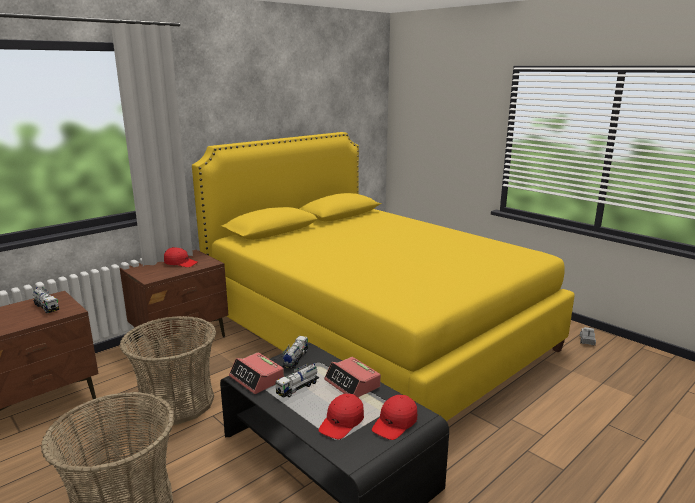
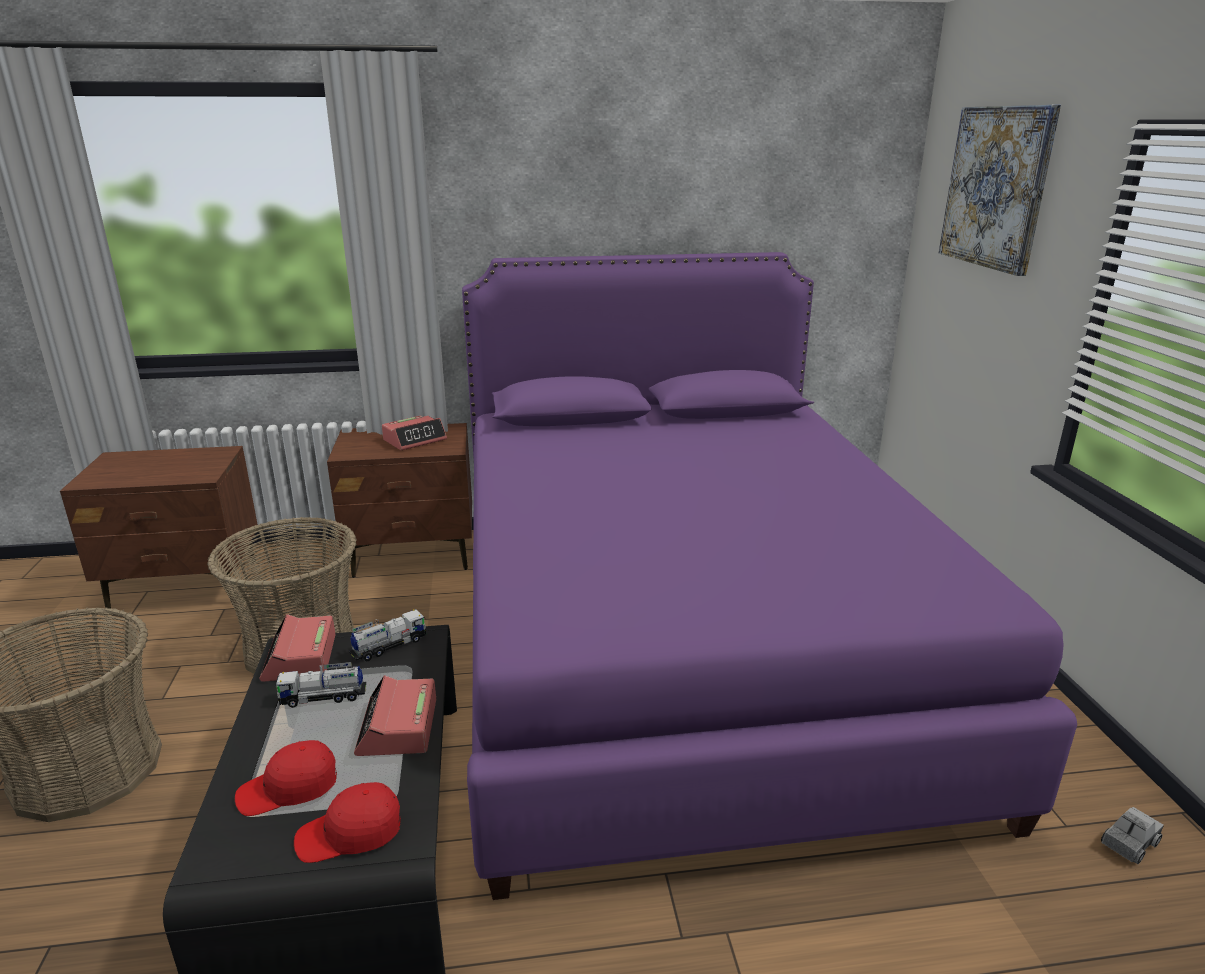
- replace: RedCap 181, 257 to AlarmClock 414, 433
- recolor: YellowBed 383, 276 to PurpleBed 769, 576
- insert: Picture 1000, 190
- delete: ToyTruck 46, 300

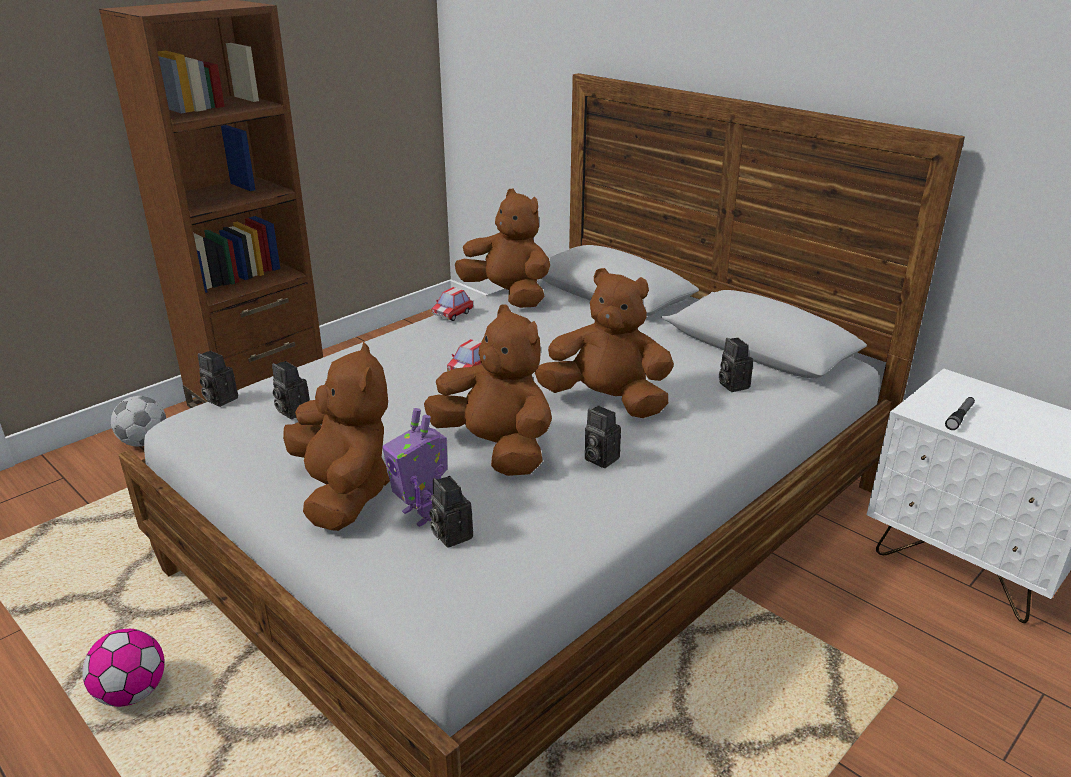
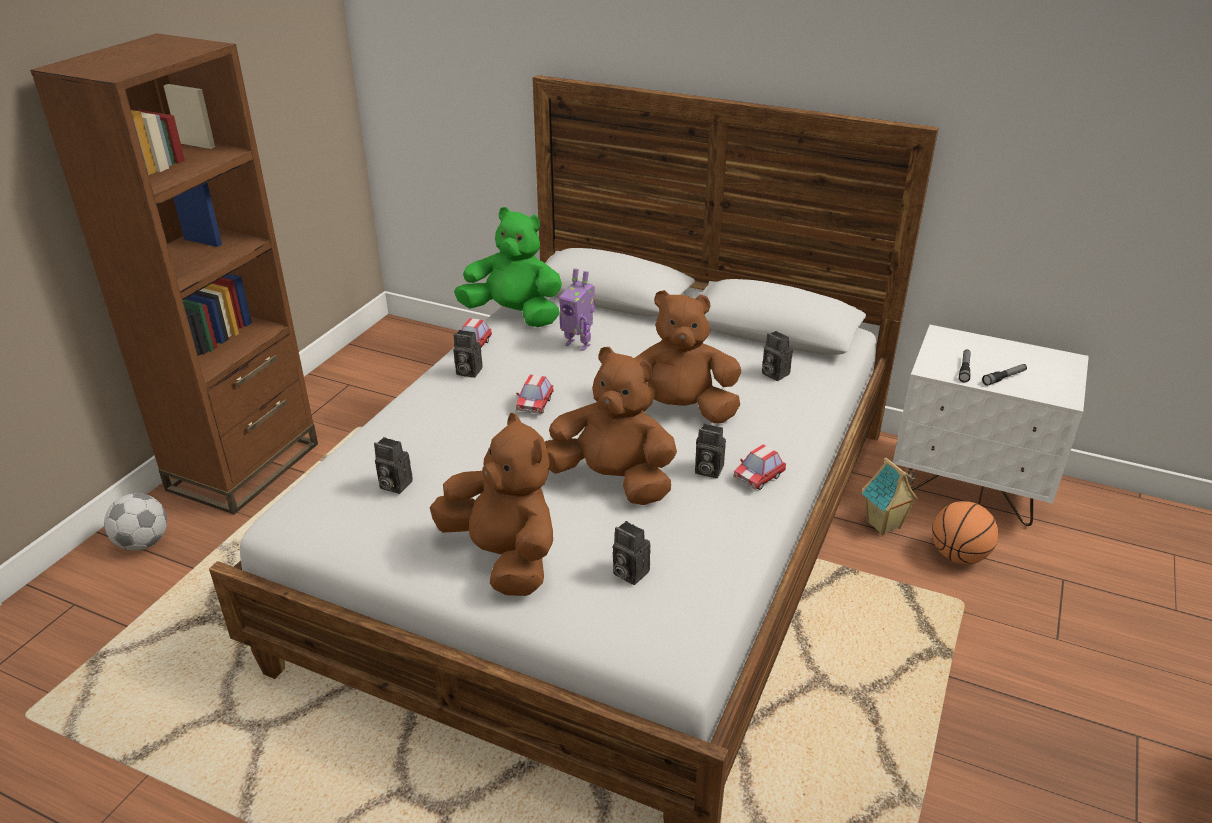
- recolor: BrownPlushToy 502, 248 to GreenPlushToy 508, 267
- move: PhotoCamera 218, 379 to 468, 354
- move: ToyRobot 415, 467 to 577, 309
- insert: ToyCar 759, 467
- insert: ToyHouse 890, 496
- insert: Basketball 965, 532
- insert: Flashlight 1004, 375
- delete: Football 123, 668

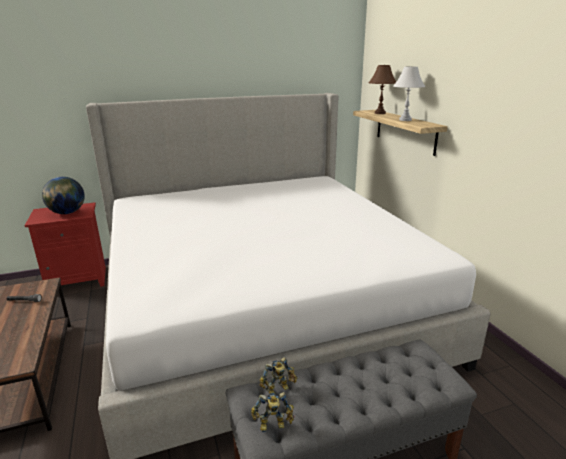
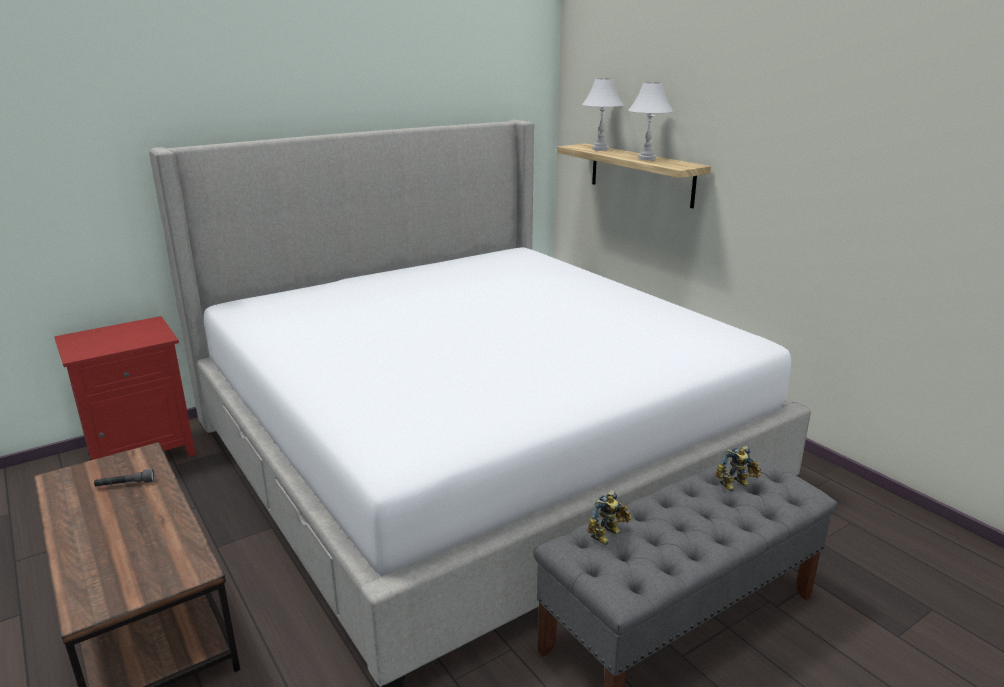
- recolor: BrownTableLamp 382, 89 to WhiteTableLamp 602, 114
- move: ToyRobot 272, 412 to 738, 468
- delete: Globe 63, 195

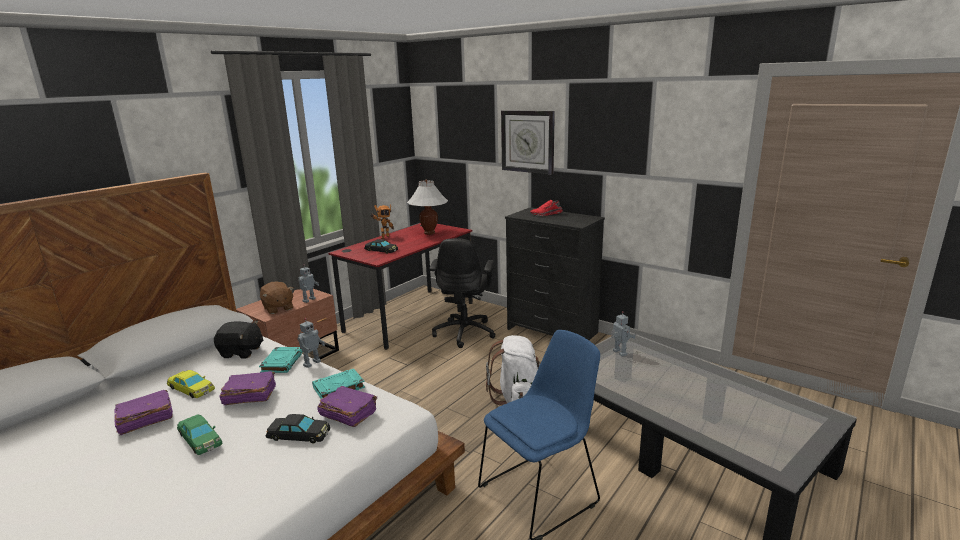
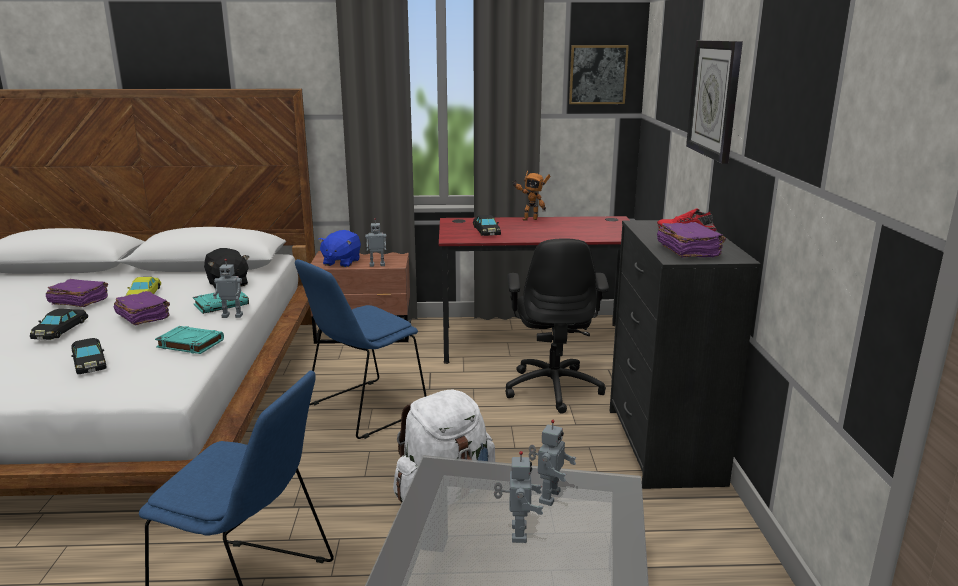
- recolor: GreenToyCar 199, 434 to BlackToyCar 59, 324
- insert: BlueChair 361, 349
- recolor: BrownPlushToy 276, 298 to BluePlushToy 339, 248
- insert: ToyRobot 518, 497
- rotate: BlackOfficeChair 462, 293 = 557, 326 60 degrees counterclockwise
- insert: Picture 599, 74
- move: PurpleBook 347, 406 to 691, 240
- delete: WhiteTableLamp 427, 207

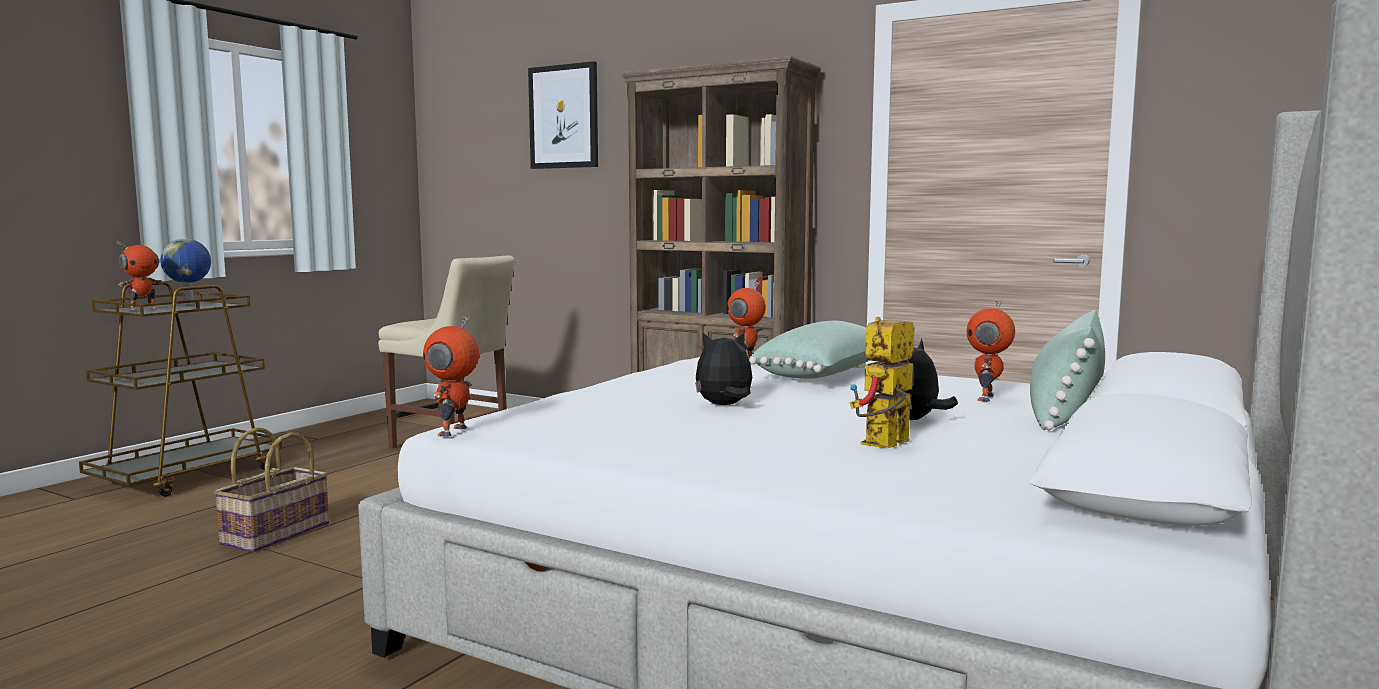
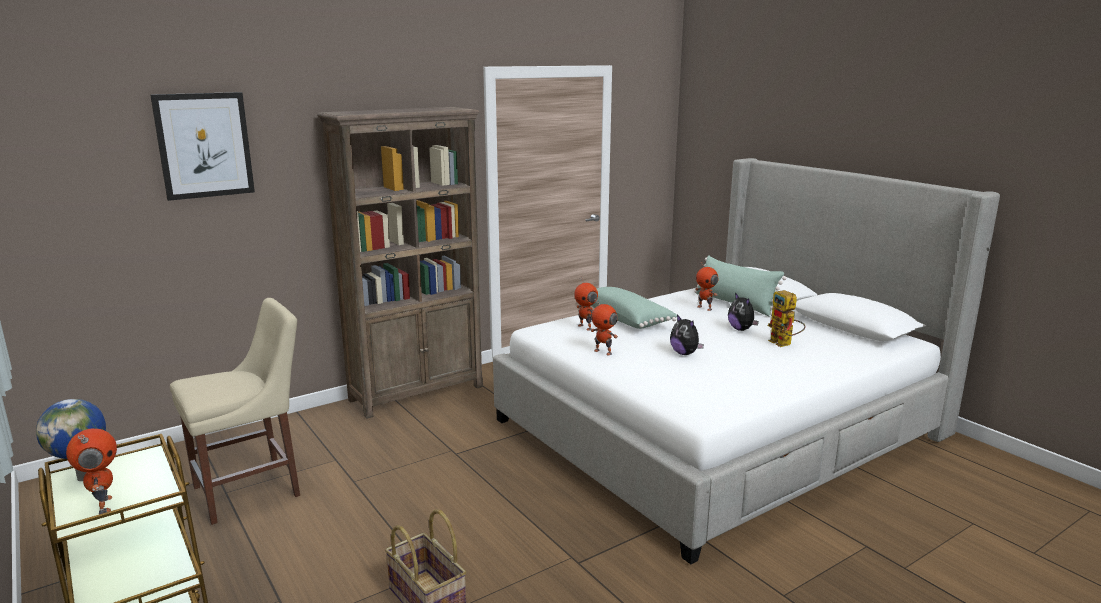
- move: ToyRobot 451, 376 to 604, 326
- rotate: PlushToy 723, 368 = 687, 334 45 degrees counterclockwise

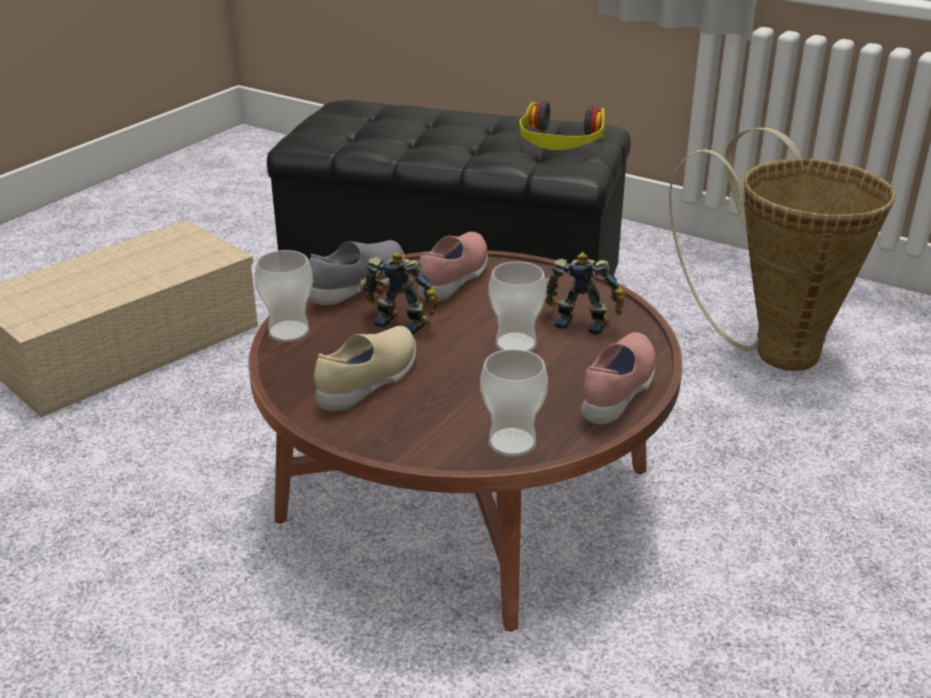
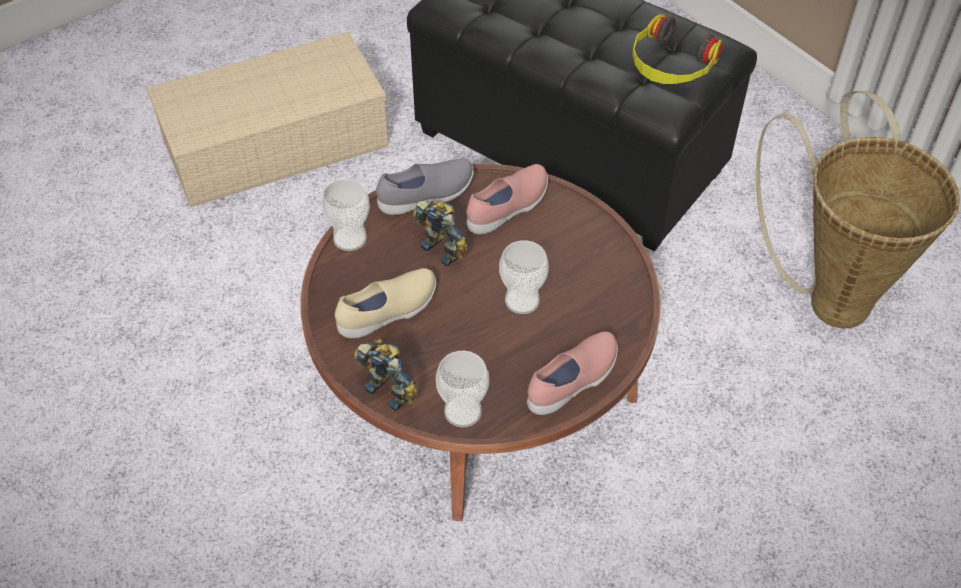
- move: ToyRobot 585, 293 to 385, 375

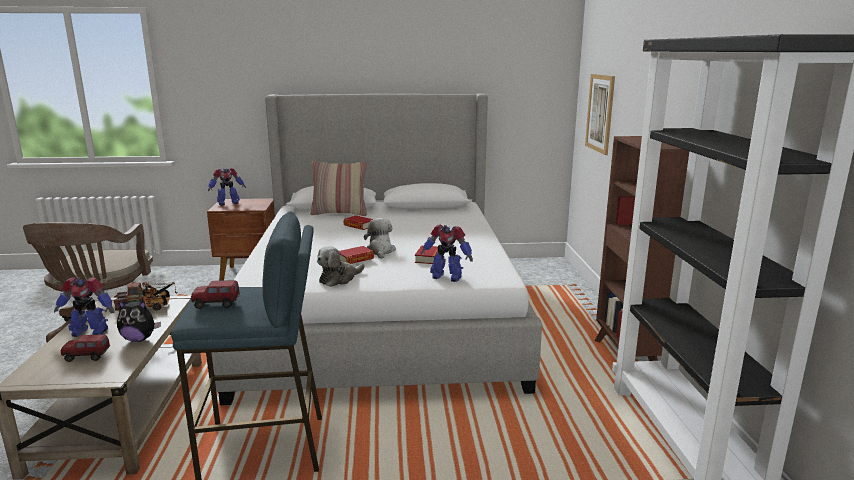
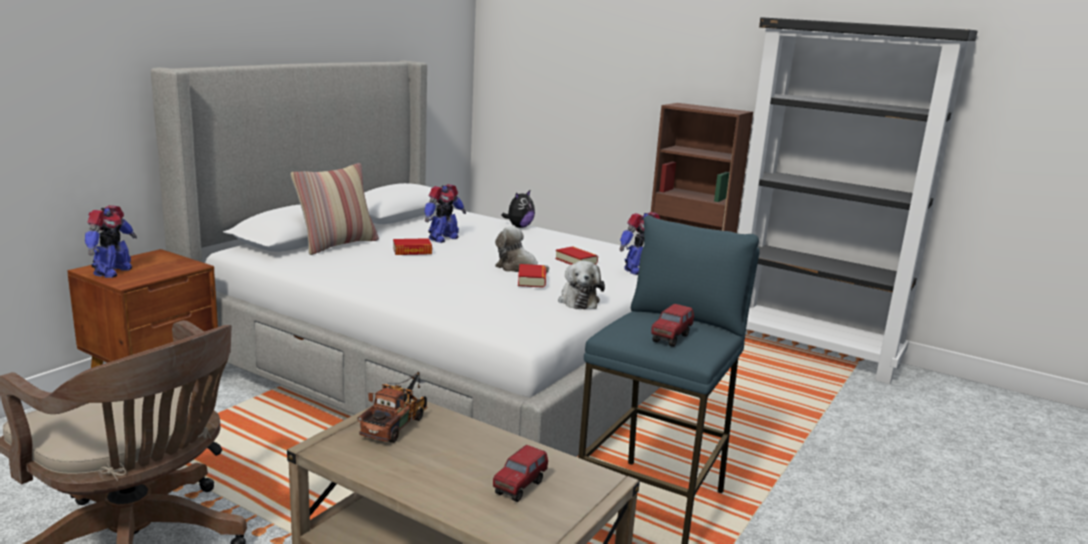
- move: ToyRobot 84, 307 to 445, 213
- move: PlushToy 139, 321 to 518, 208
- delete: Picture 600, 114

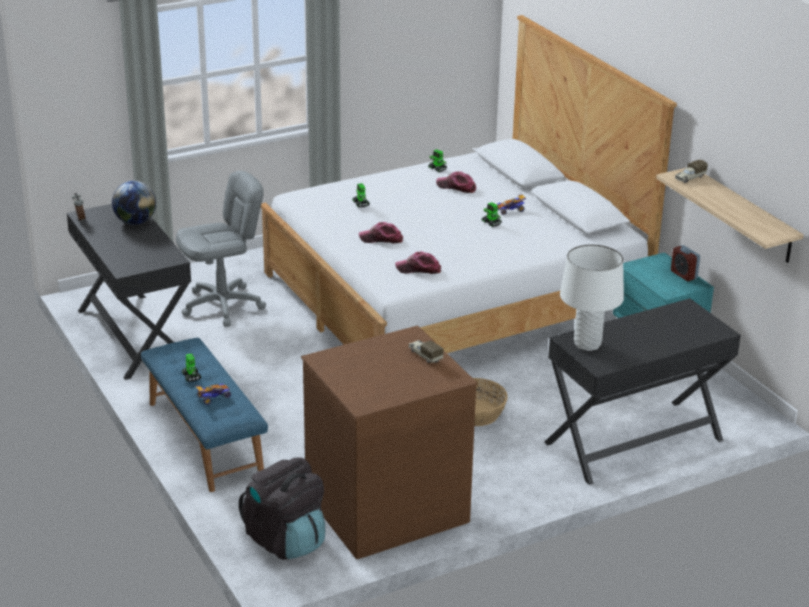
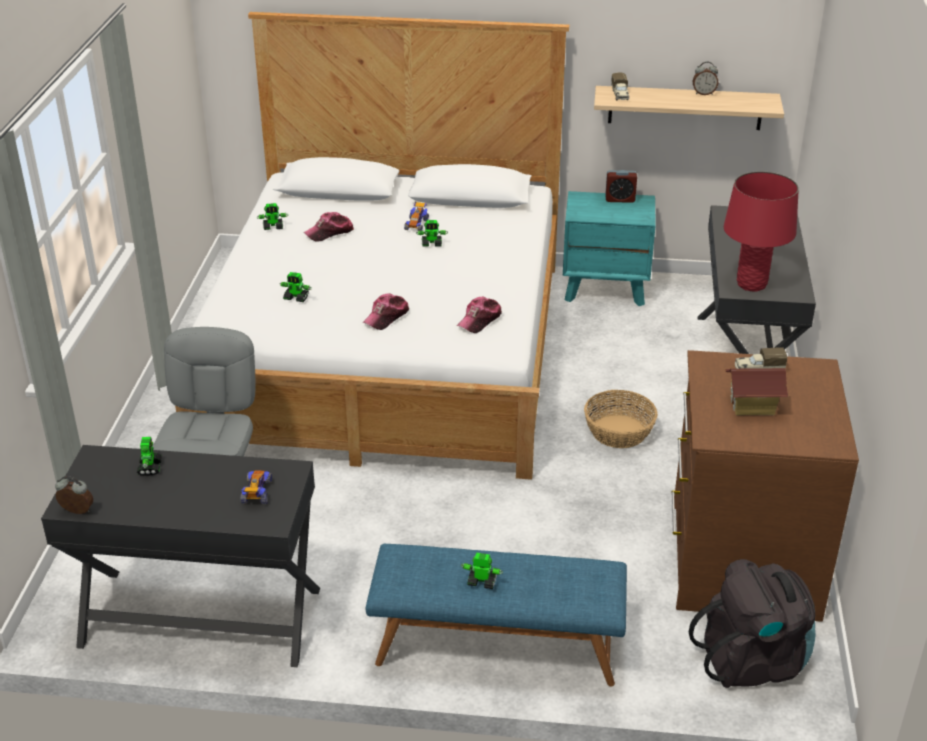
- replace: Globe 134, 203 to ToyRobot 149, 456
- move: ToyCar 213, 394 to 256, 487
- insert: AlarmClock 705, 78
- recolor: WhiteTableLamp 592, 298 to RedTableLamp 761, 231
- insert: ToyHouse 757, 391

